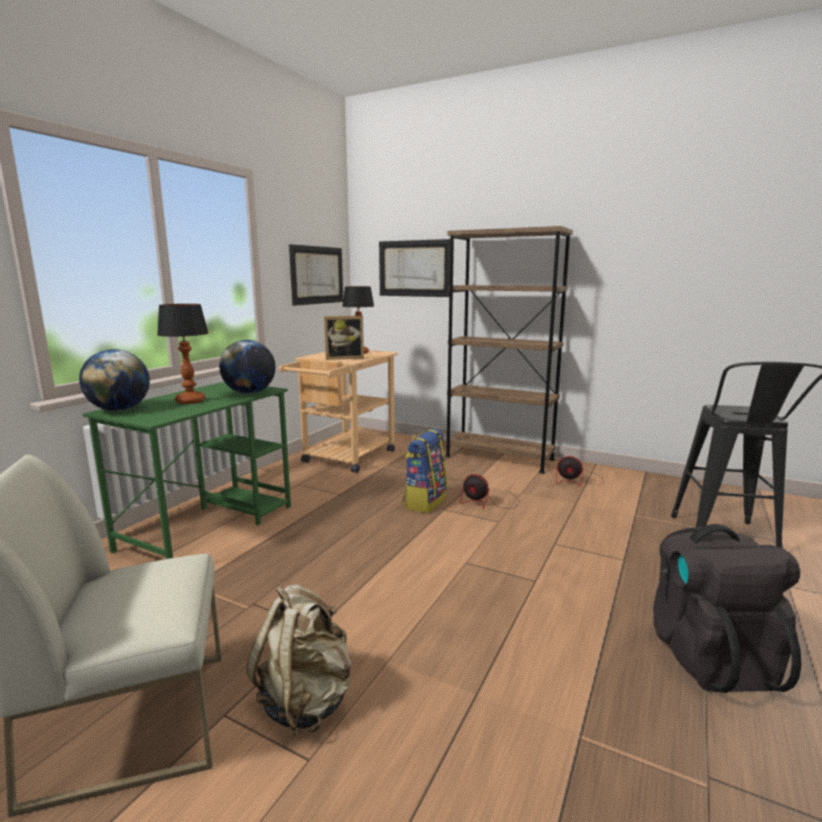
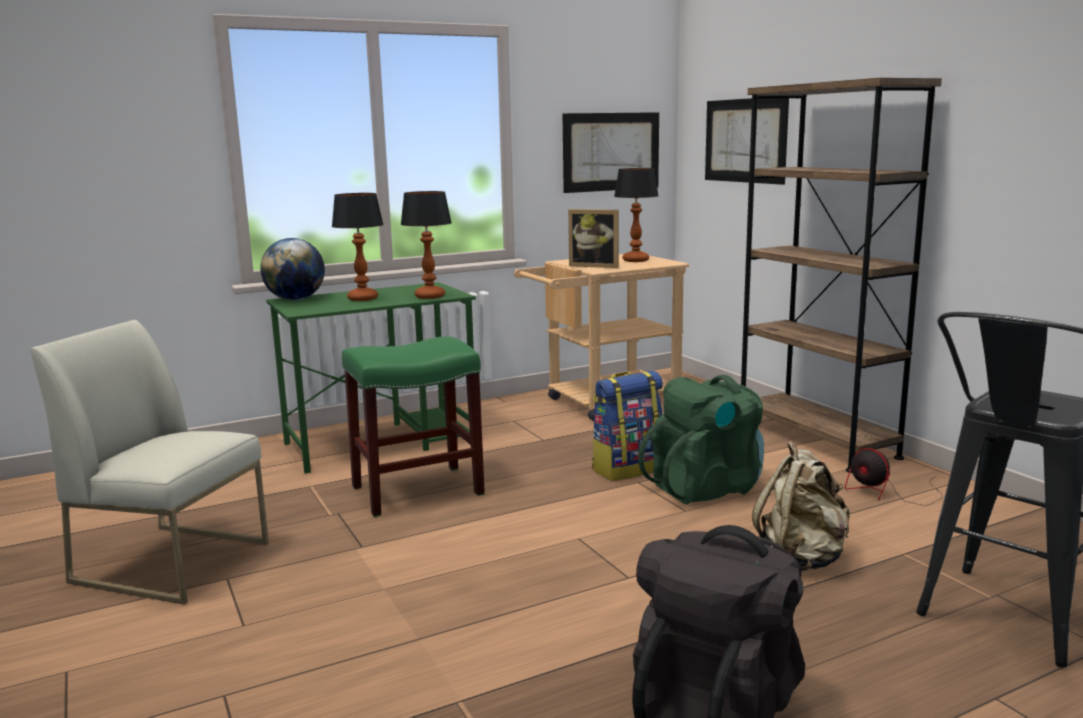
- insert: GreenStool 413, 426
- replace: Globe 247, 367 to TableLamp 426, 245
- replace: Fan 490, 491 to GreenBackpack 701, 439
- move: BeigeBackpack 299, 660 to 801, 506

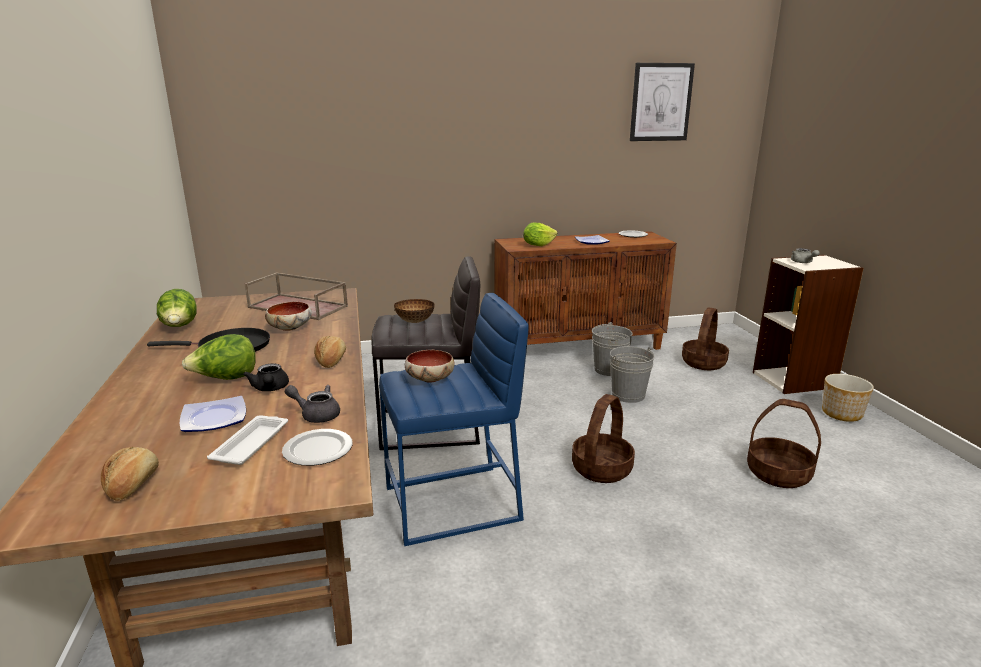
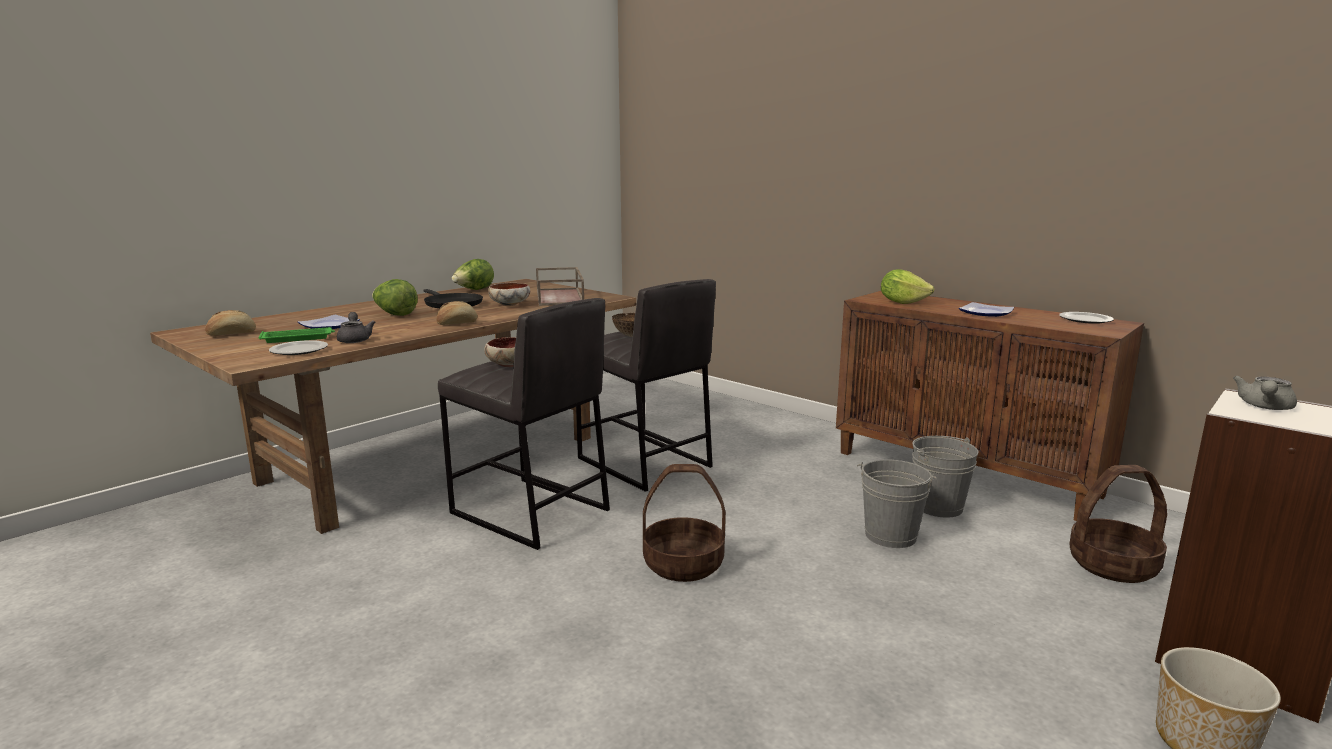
- recolor: WhiteTray 247, 440 to GreenTray 297, 335
- recolor: BlueStool 453, 419 to GreyStool 524, 424
- delete: BlackTeapot 266, 377
- delete: Picture 662, 102
- delete: Basket 784, 443

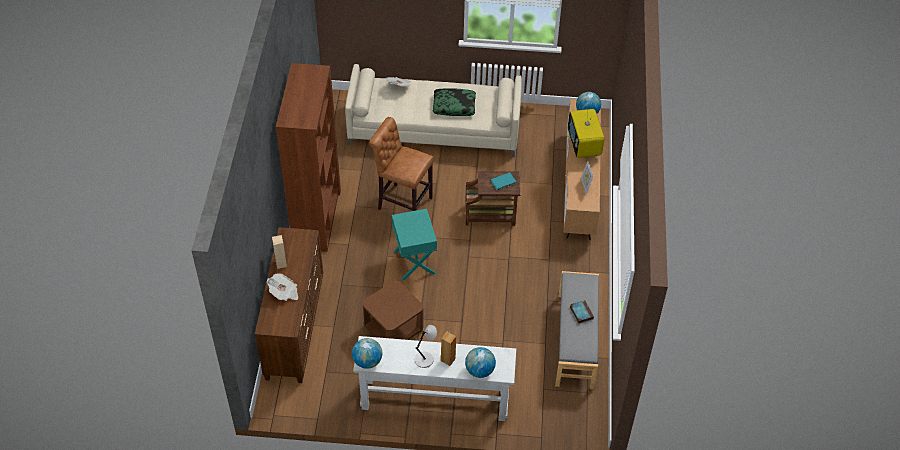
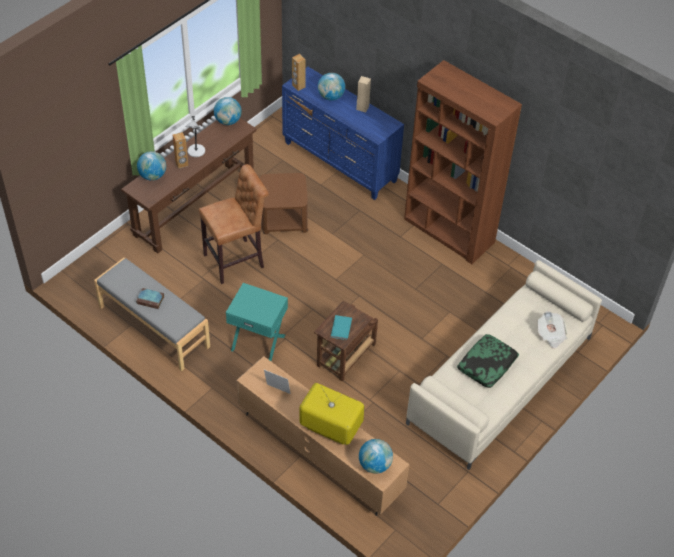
- recolor: WhiteConsoleTable 434, 378 to BrownConsoleTable 189, 185
- move: BrownStool 401, 164 to 234, 224
- move: TurquoiseSideTable 414, 244 to 257, 322
- recolor: BrownDresser 289, 305 to BlueDresser 343, 133
- insert: BrownSpeaker 299, 72
- replace: Newspaper 282, 287 to Globe 331, 87

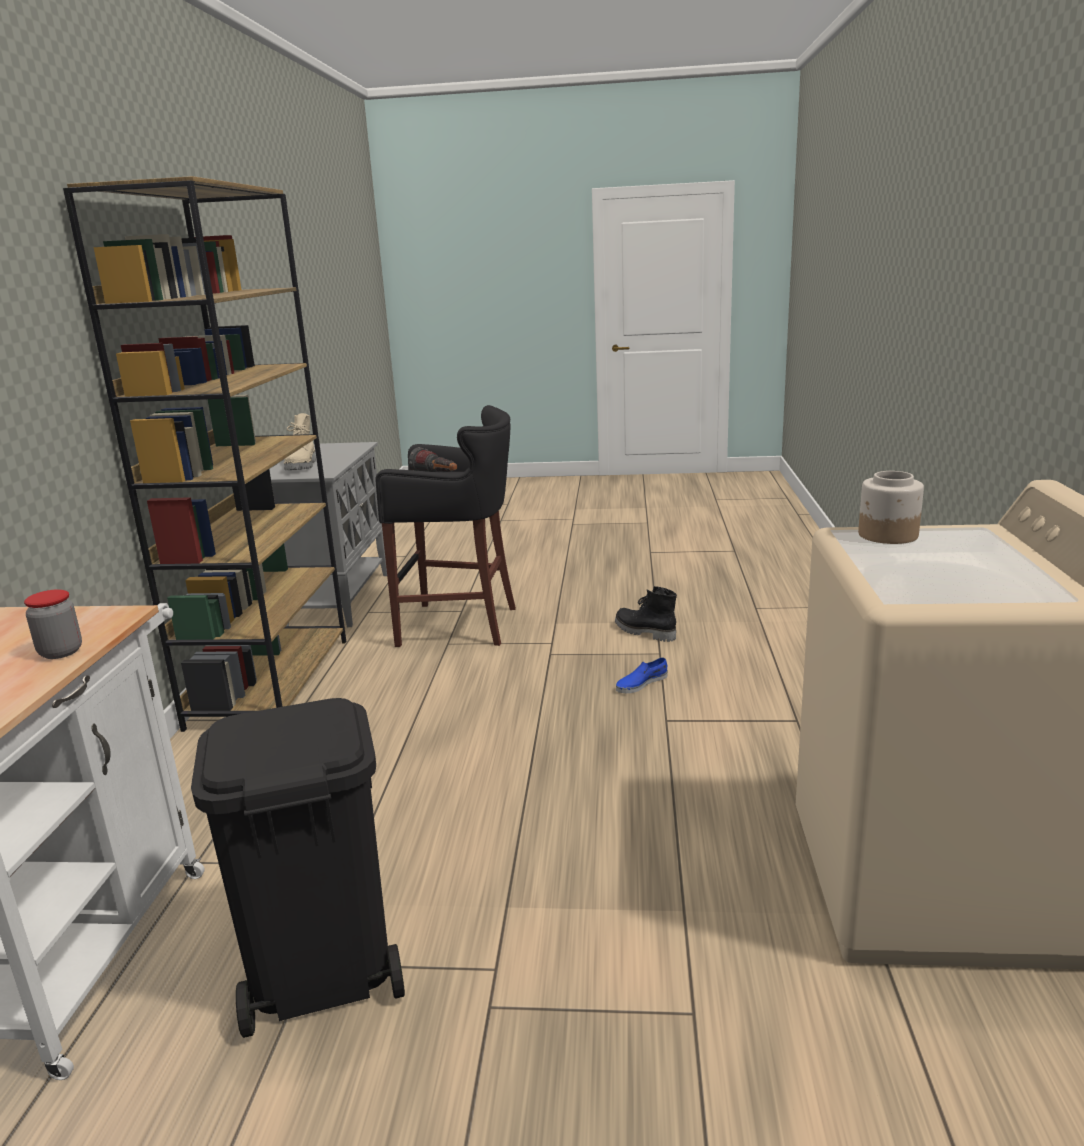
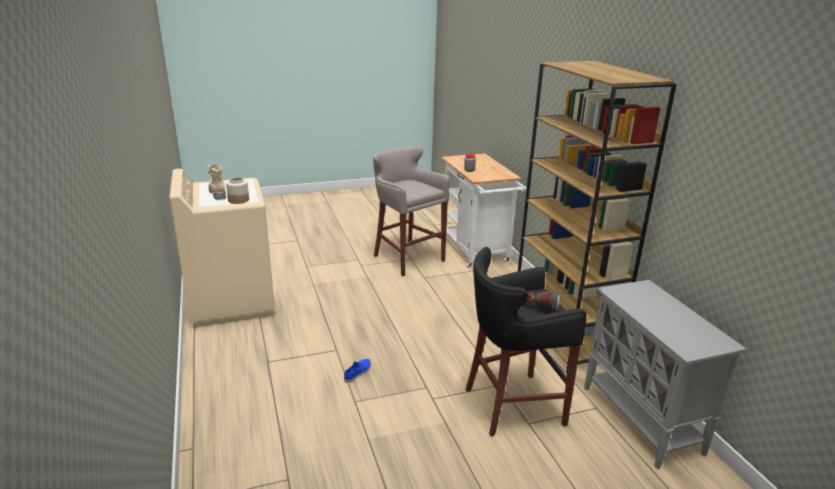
- move: BeigeBoot 300, 441 to 216, 182
- replace: BlackTrashCan 298, 868 to GreyStool 411, 211
- delete: BlackBoot 646, 614

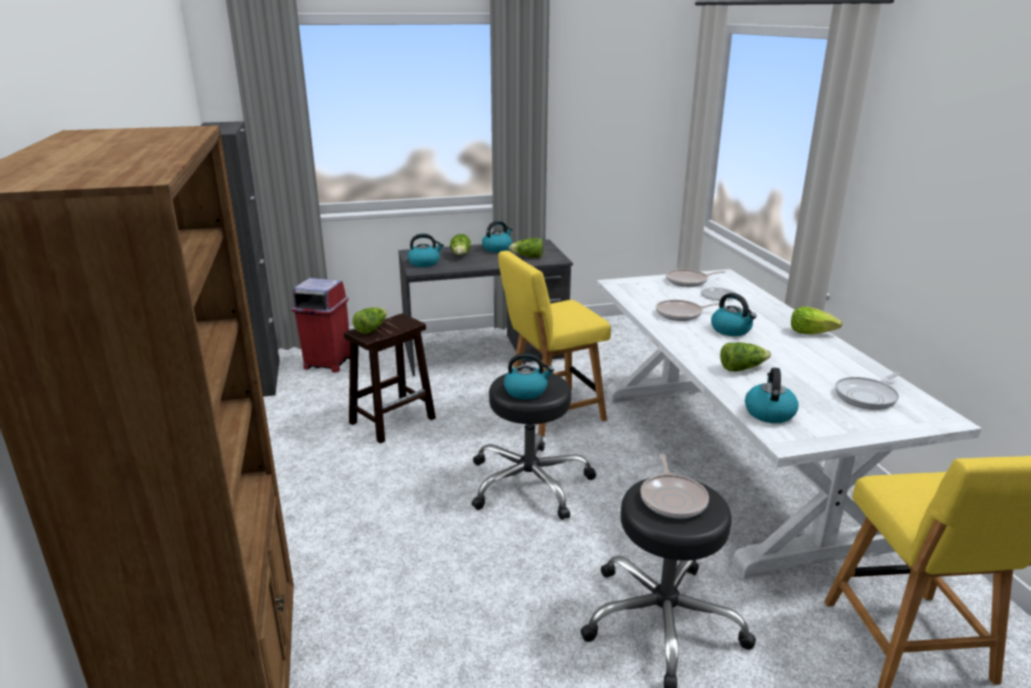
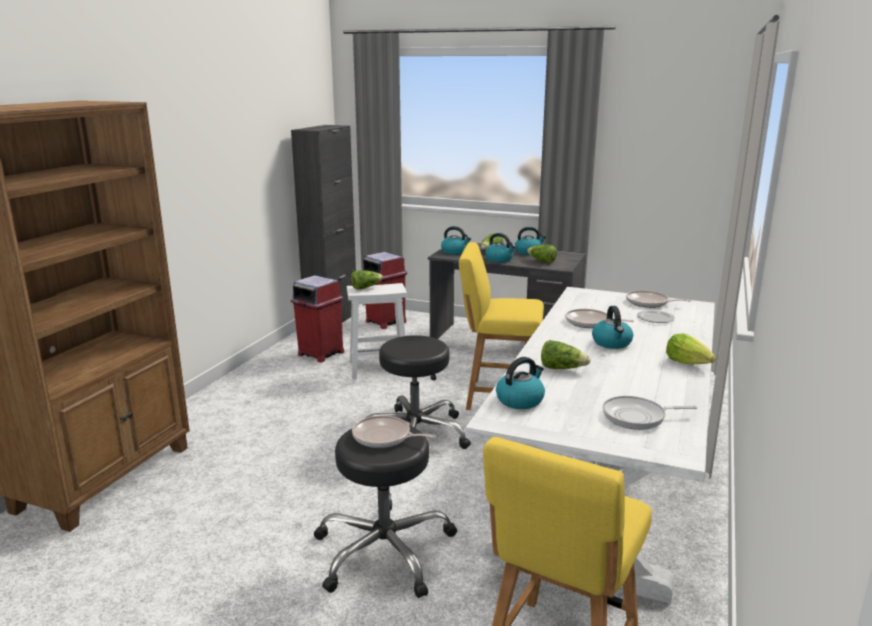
- insert: RedTrashCan 317, 319
- recolor: BrownStool 390, 378 to WhiteStool 377, 331
- rotate: FryingPan 674, 486 = 394, 431 75 degrees clockwise
- move: Kettle 529, 376 to 500, 247

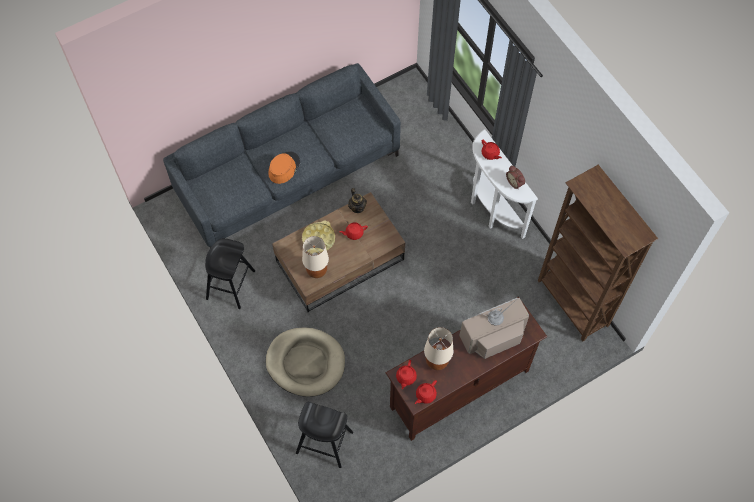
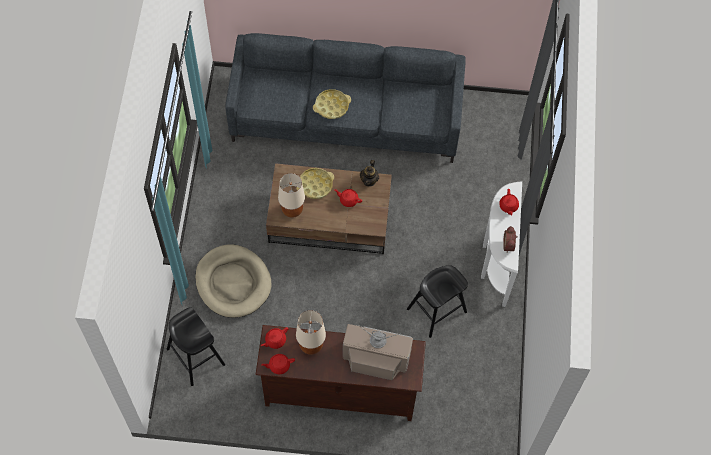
- replace: OrangeHat 284, 167 to YellowTray 332, 104
- move: BlackStool 230, 273 to 437, 301
- delete: BrownBookcase 598, 253

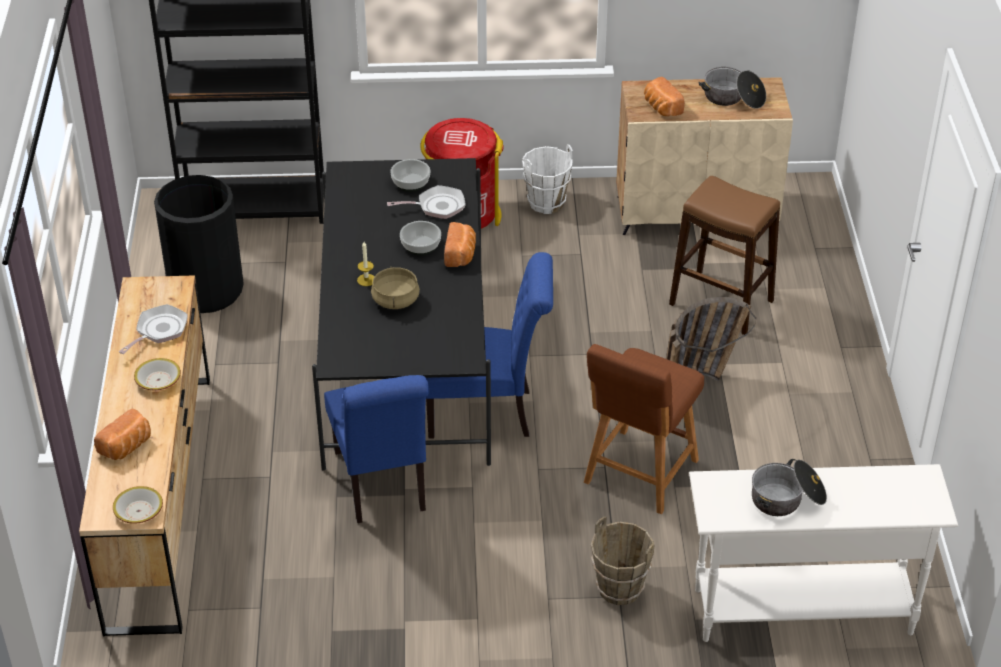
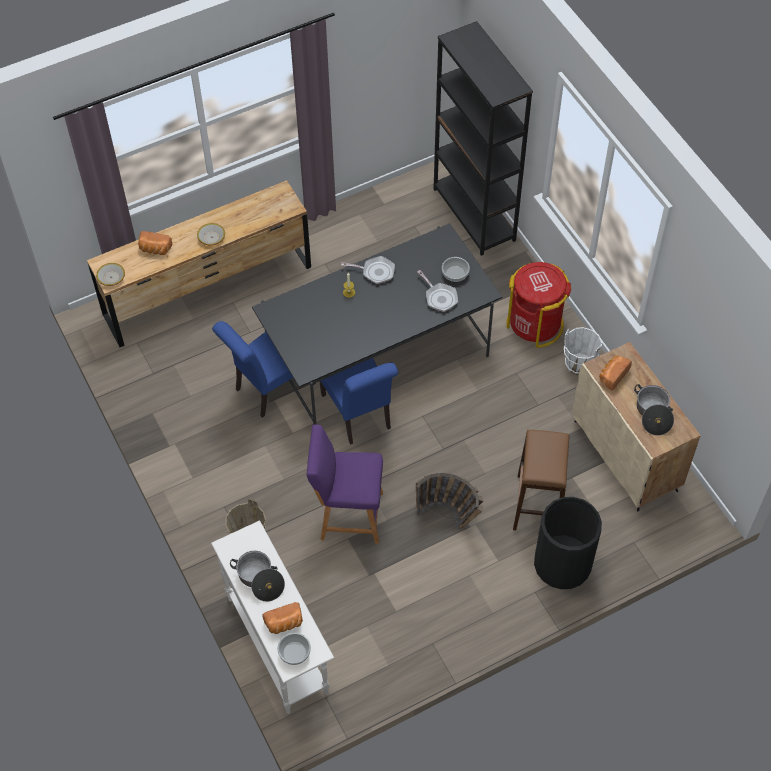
- move: Bread 460, 244 to 282, 618
- move: Bowl 420, 238 to 294, 649
- recolor: BrownStool 644, 429 to PurpleStool 345, 484
- move: FryingPan 153, 329 to 368, 270
- move: BlackTrashCan 199, 244 to 568, 543
- delete: BeigeCookingPot 395, 287

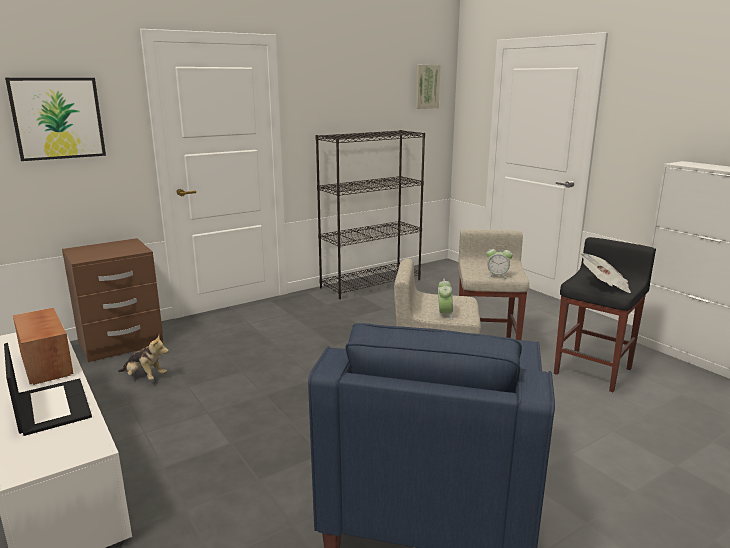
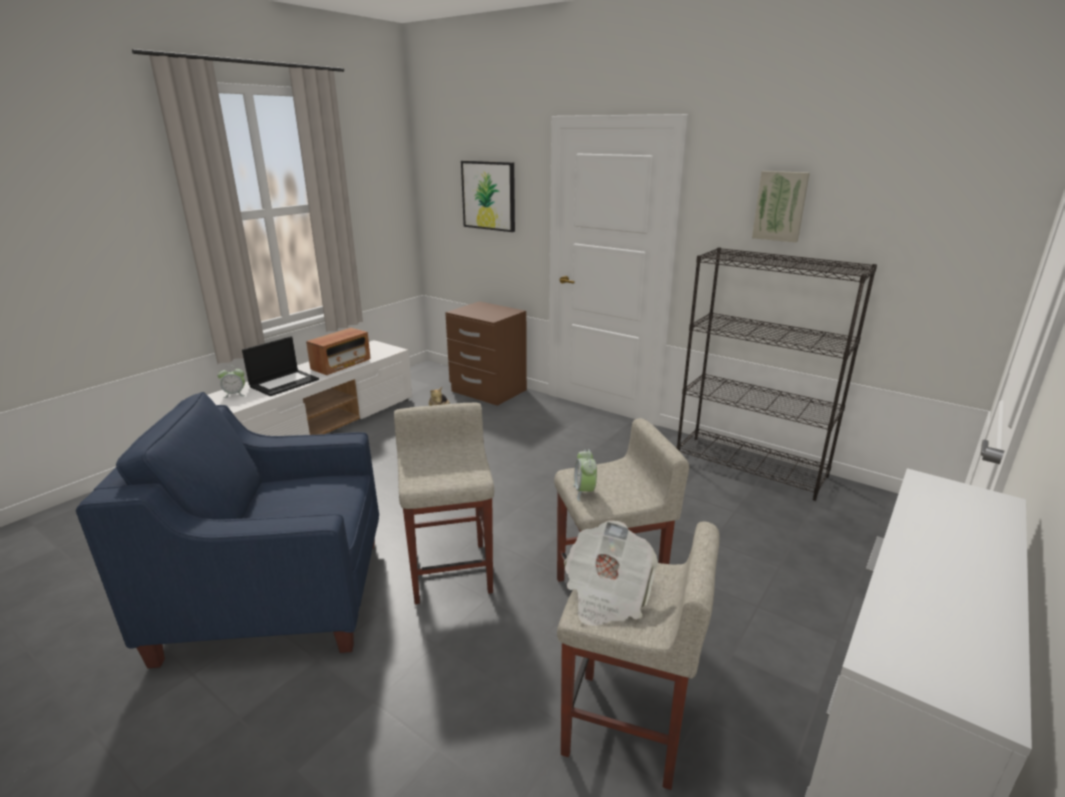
- move: AlarmClock 445, 299 to 231, 383
- recolor: BlackStool 605, 314 to BeigeStool 638, 655
- move: Picture 428, 87 to 781, 206

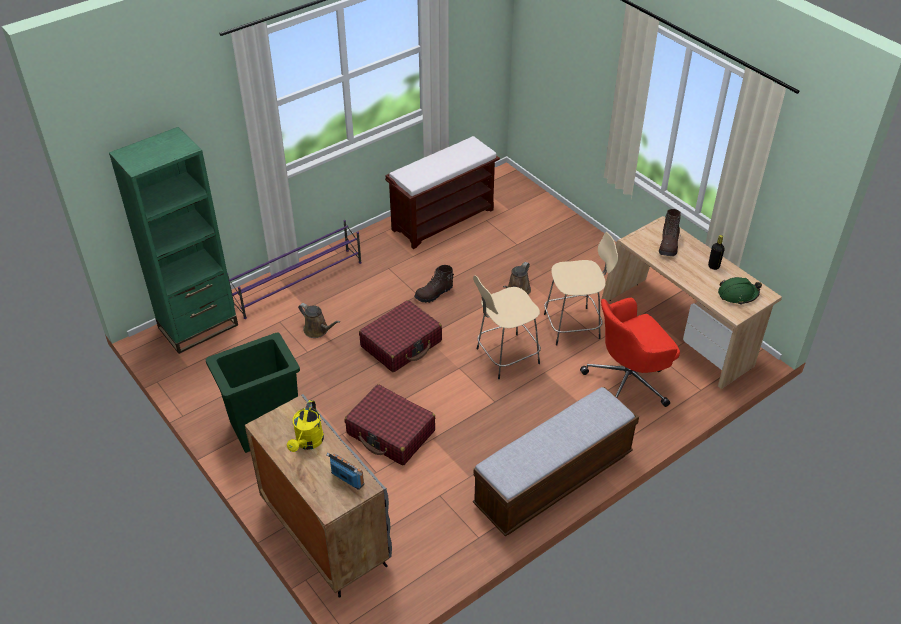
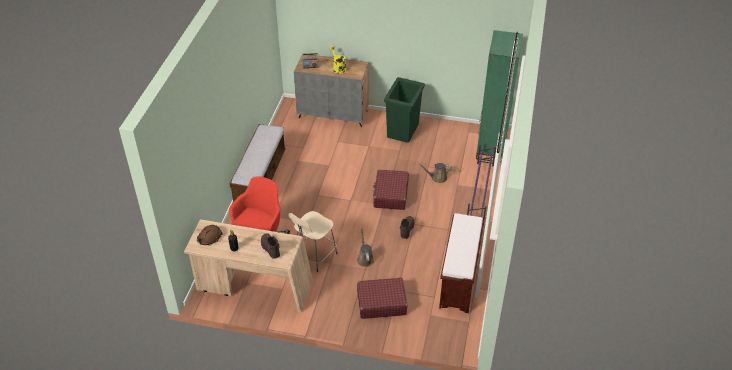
- recolor: GreenHardHat 740, 291 to BrownHardHat 210, 235
- move: RedSuitcase 390, 424 to 382, 298
- delete: BeigeStool 507, 327

